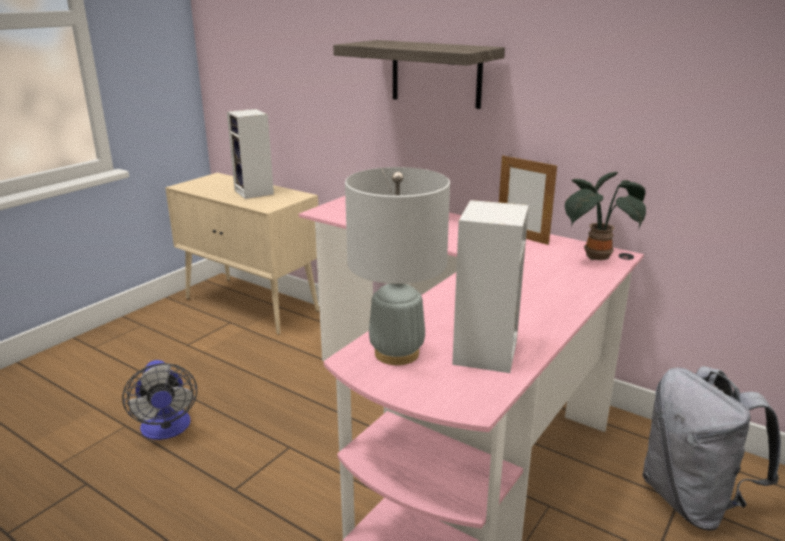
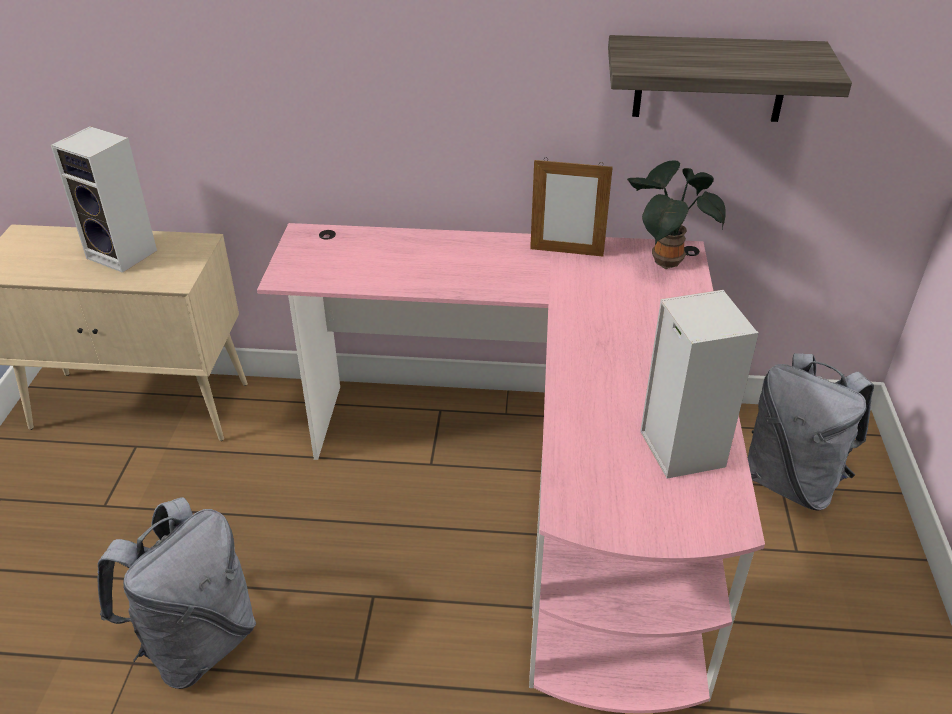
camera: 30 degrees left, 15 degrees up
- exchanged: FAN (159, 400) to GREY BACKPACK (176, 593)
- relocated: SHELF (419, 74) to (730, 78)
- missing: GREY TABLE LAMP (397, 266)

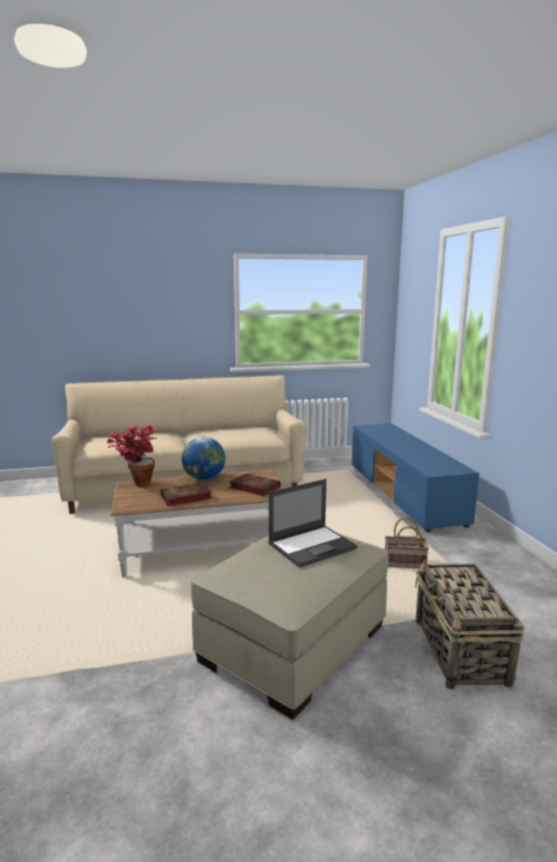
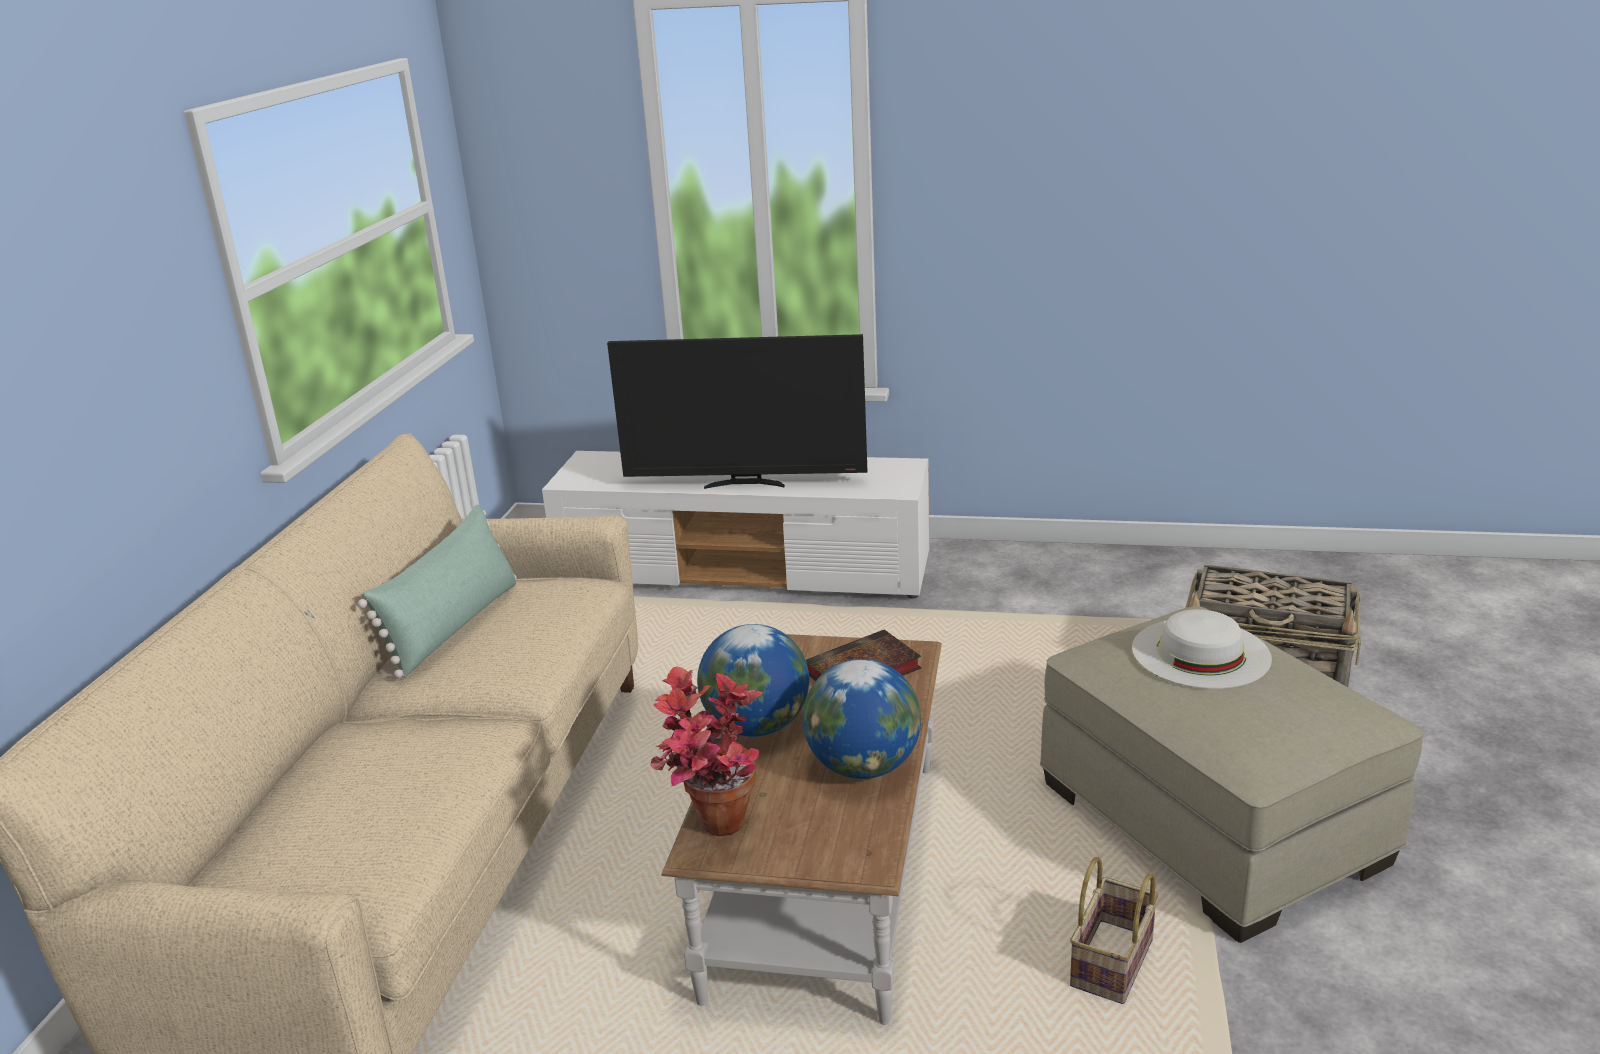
camera: 65 degrees left, 10 degrees up
- appeared: GREEN PILLOW (437, 591)
- colour: BLUE TV STAND (415, 477) to WHITE TV STAND (735, 525)
- appeared: TELEVISION (737, 411)
- exchanged: BOOK (186, 494) to GLOBE (862, 719)
- relocated: BASKET (407, 542) to (1114, 930)
- exchanged: LAPTOP (312, 523) to WHITE HAT (1202, 649)

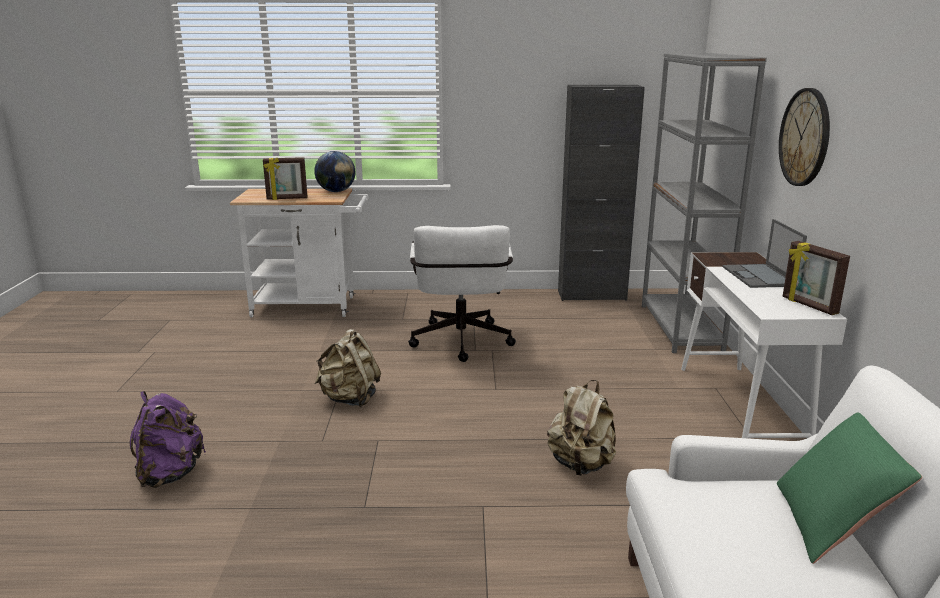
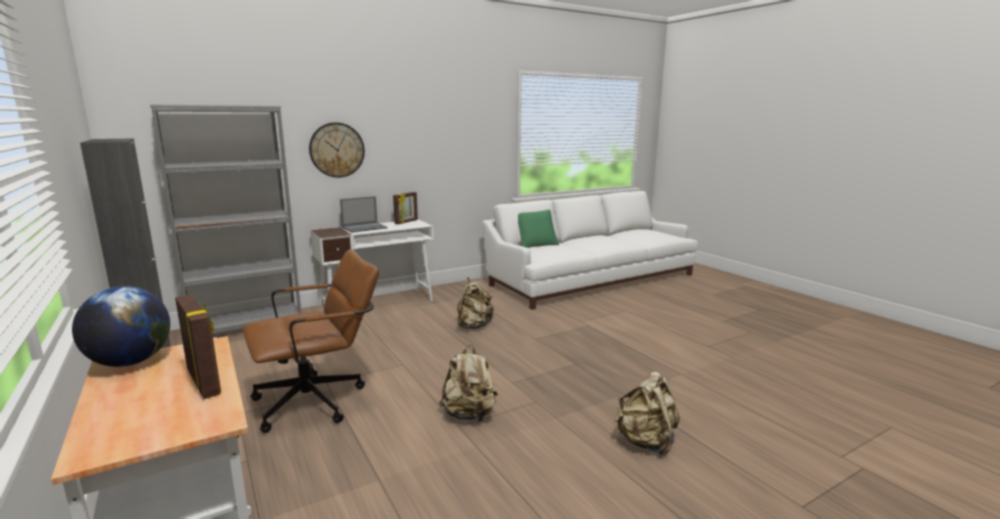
camera: 120 degrees left, 5 degrees down
- colour: WHITE OFFICE CHAIR (462, 293) to BROWN OFFICE CHAIR (310, 341)
- colour: PURPLE BACKPACK (167, 439) to BEIGE BACKPACK (647, 414)

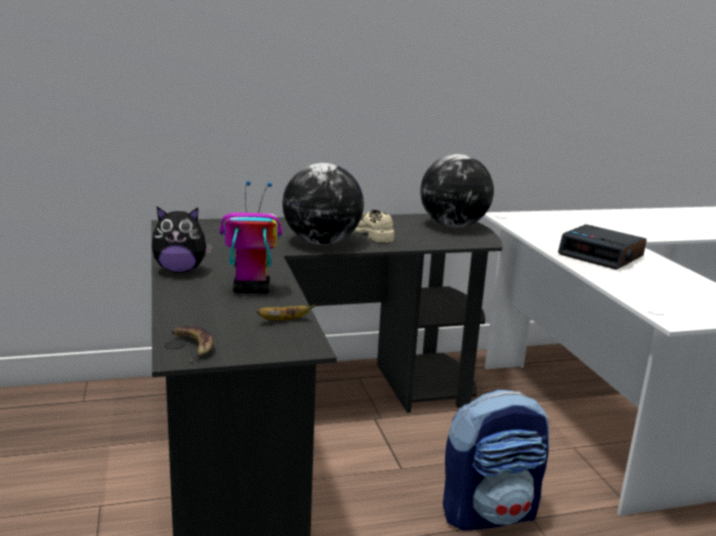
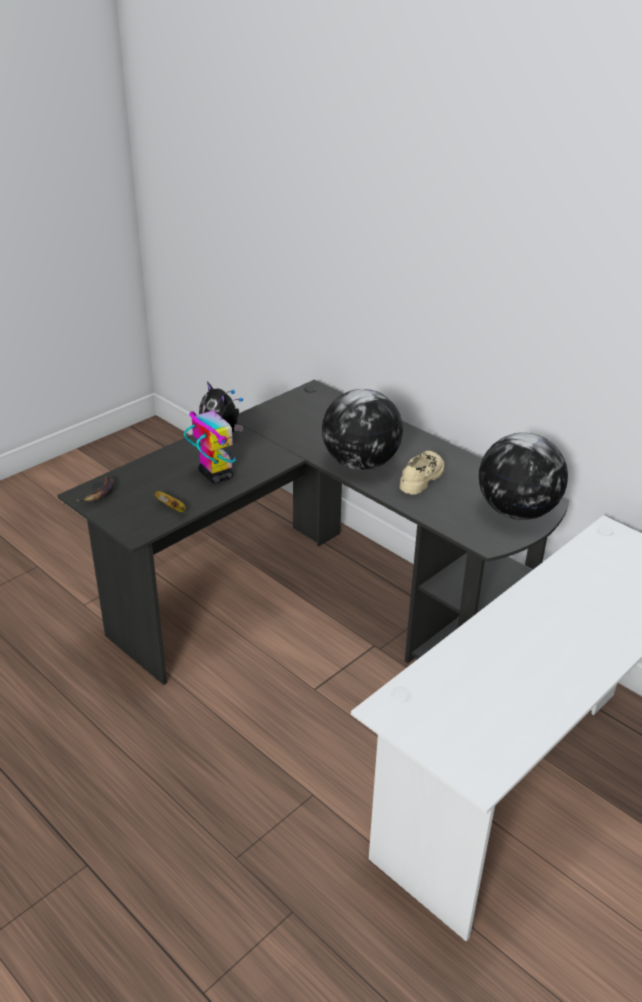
camera: 60 degrees right, 15 degrees up
- missing: BACKPACK (496, 460)
- missing: ALARM CLOCK (602, 247)

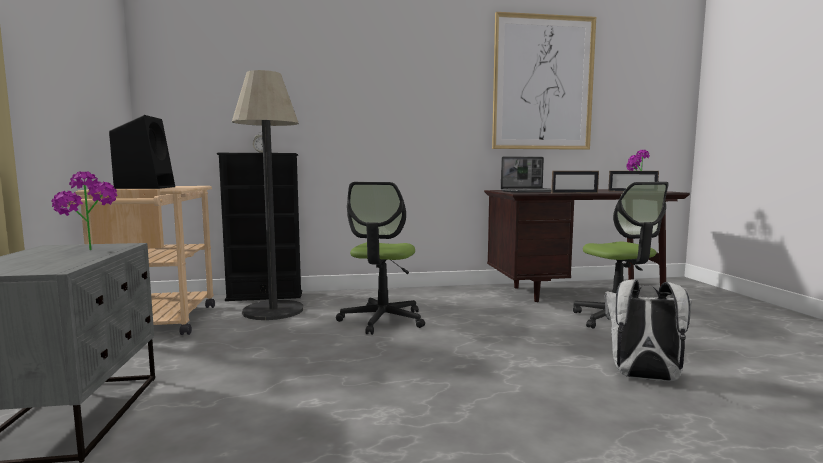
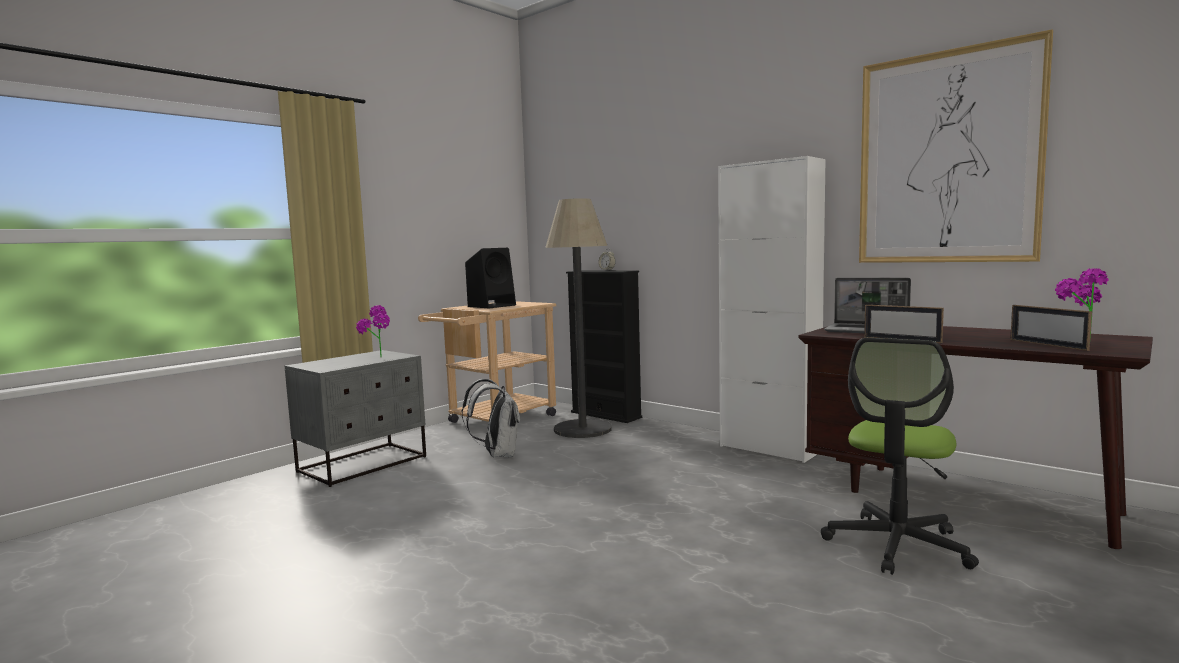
camera: 50 degrees right, 0 degrees up
- relocated: WHITE BACKPACK (648, 330) to (491, 418)
- appeared: WHITE CABINET (771, 309)
- missing: OFFICE CHAIR (380, 258)

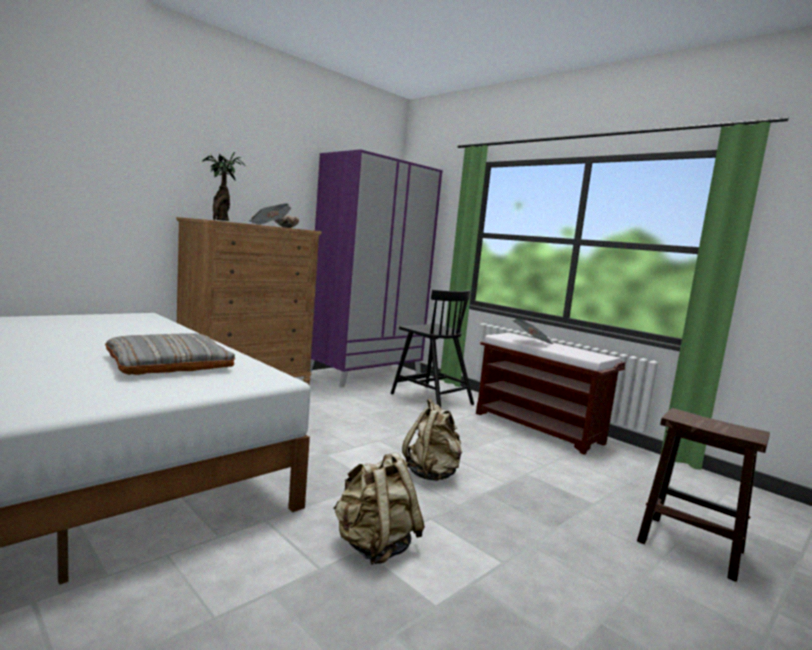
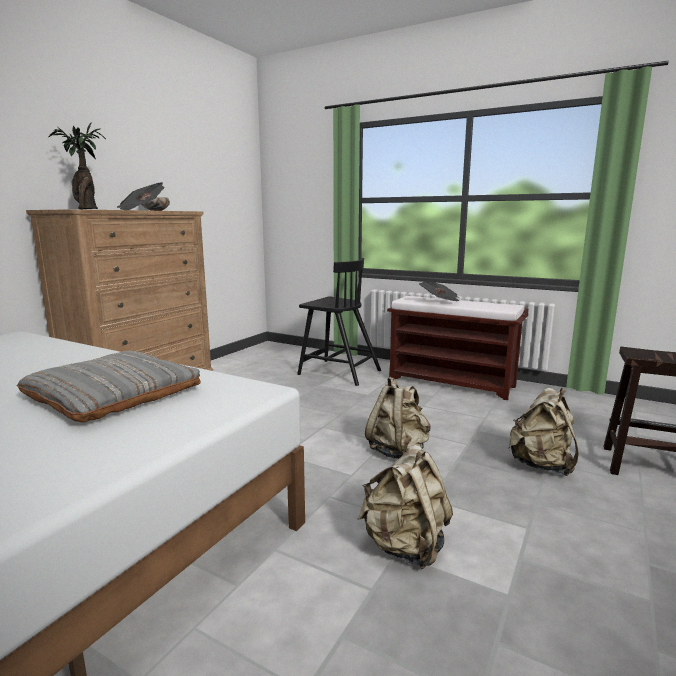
camera: 15 degrees left, 5 degrees up
- appeared: BEIGE BACKPACK (543, 432)
- missing: PURPLE WARDROBE (376, 268)

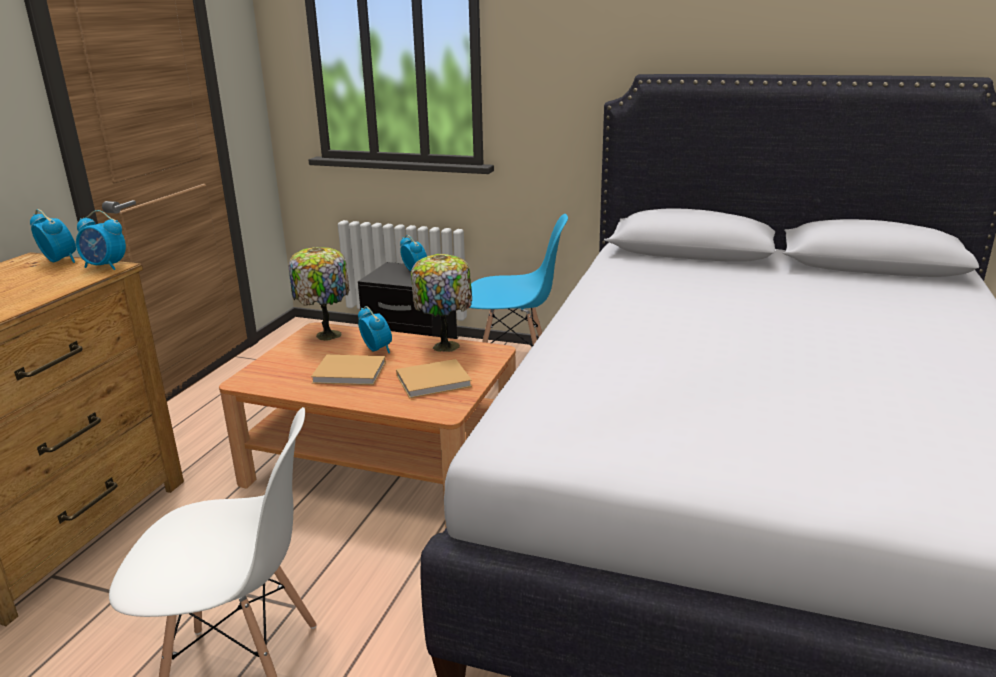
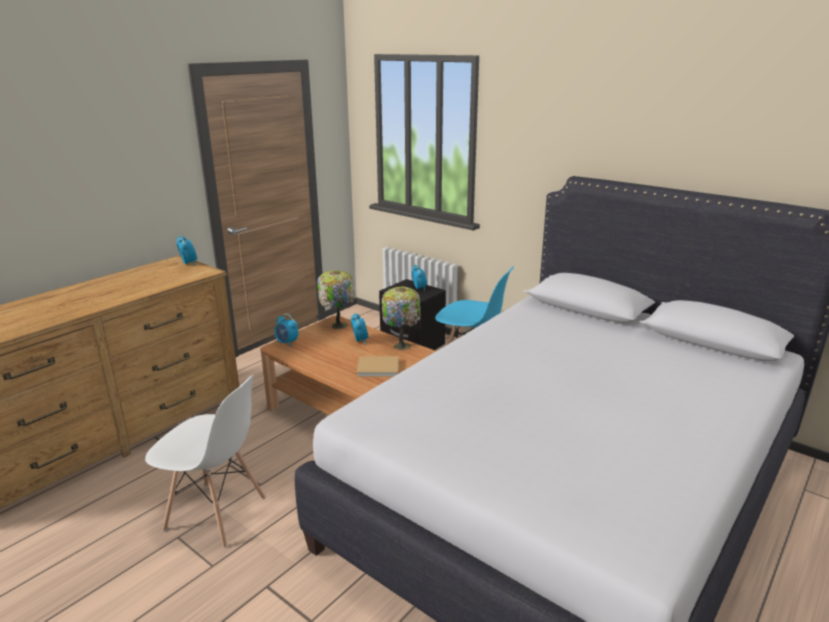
camera: 20 degrees right, 0 degrees up
- relocated: ALARM CLOCK (101, 240) to (286, 330)
- missing: BEIGE BOOK (348, 370)

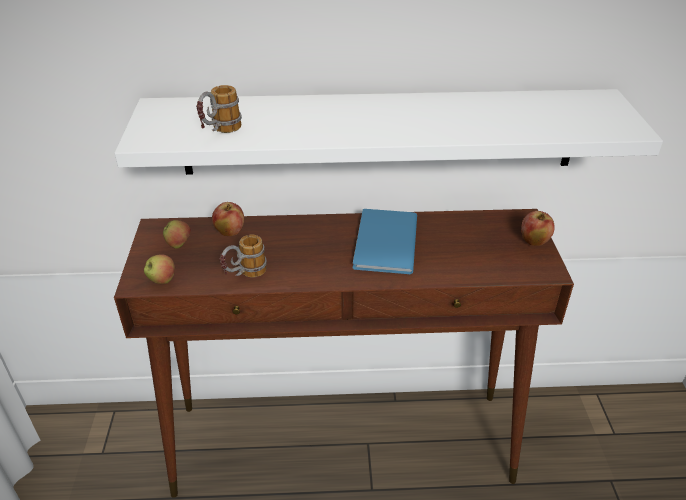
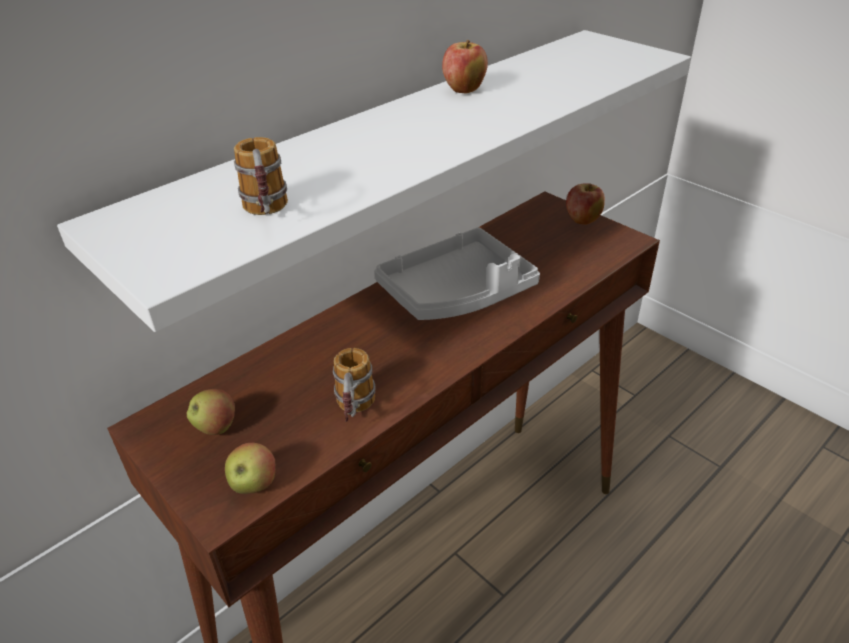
camera: 40 degrees left, 0 degrees up
- exchanged: BLUE BOOK (385, 241) to GREY TRAY (457, 273)
- relocated: APPLE (228, 219) to (465, 66)

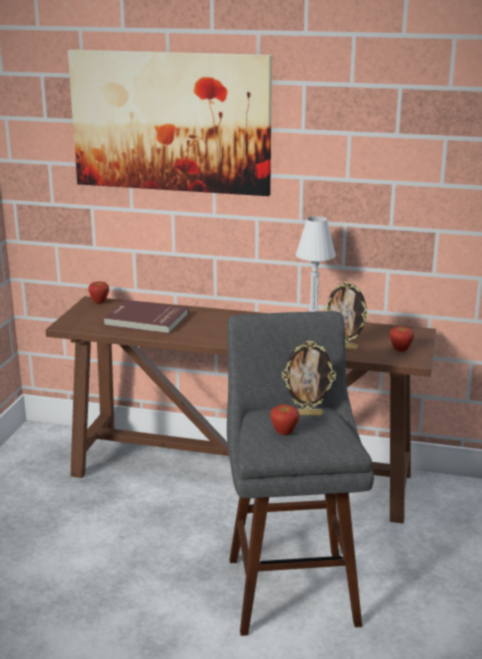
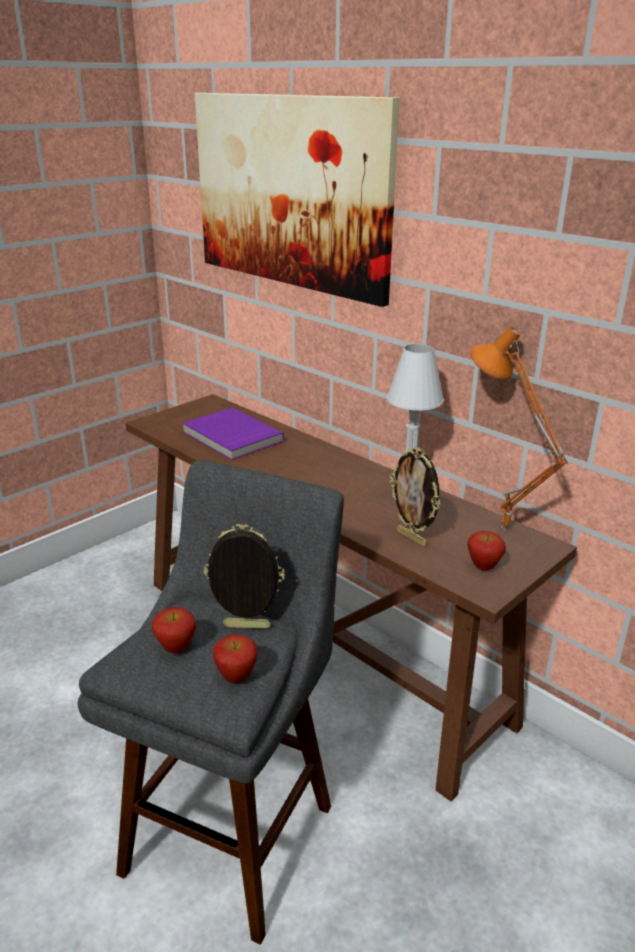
camera: 30 degrees right, 5 degrees up
- colour: RED BOOK (146, 317) to PURPLE BOOK (233, 434)
- spun: PICTURE FRAME (309, 378) = (244, 576) 150 degrees clockwise
- relocated: APPLE (98, 293) to (235, 658)
- appeared: ORANGE TABLE LAMP (519, 428)

